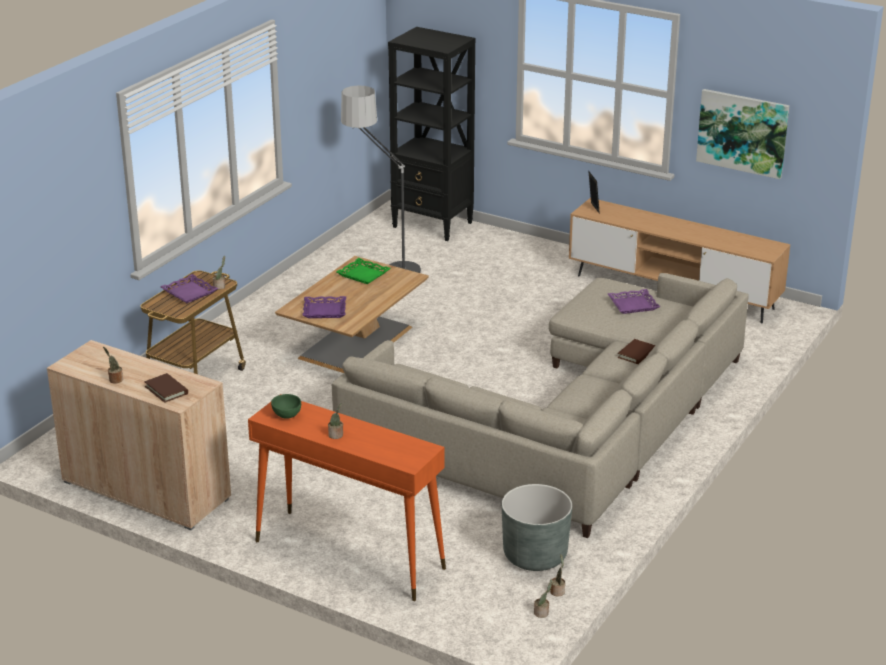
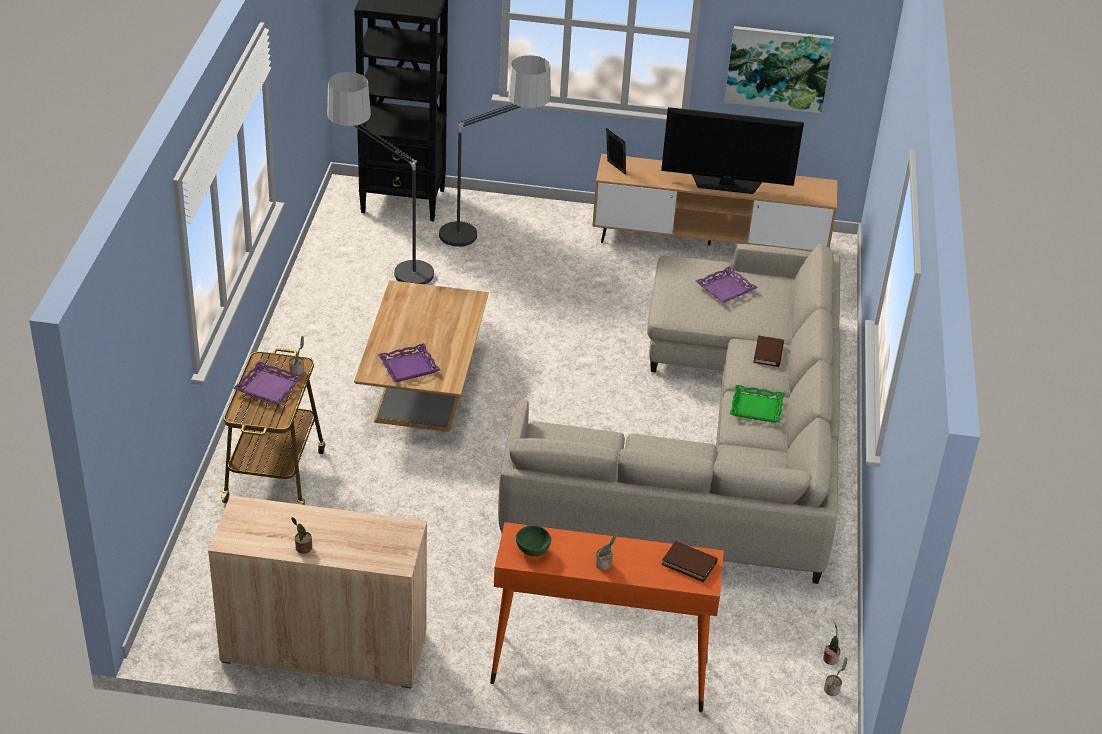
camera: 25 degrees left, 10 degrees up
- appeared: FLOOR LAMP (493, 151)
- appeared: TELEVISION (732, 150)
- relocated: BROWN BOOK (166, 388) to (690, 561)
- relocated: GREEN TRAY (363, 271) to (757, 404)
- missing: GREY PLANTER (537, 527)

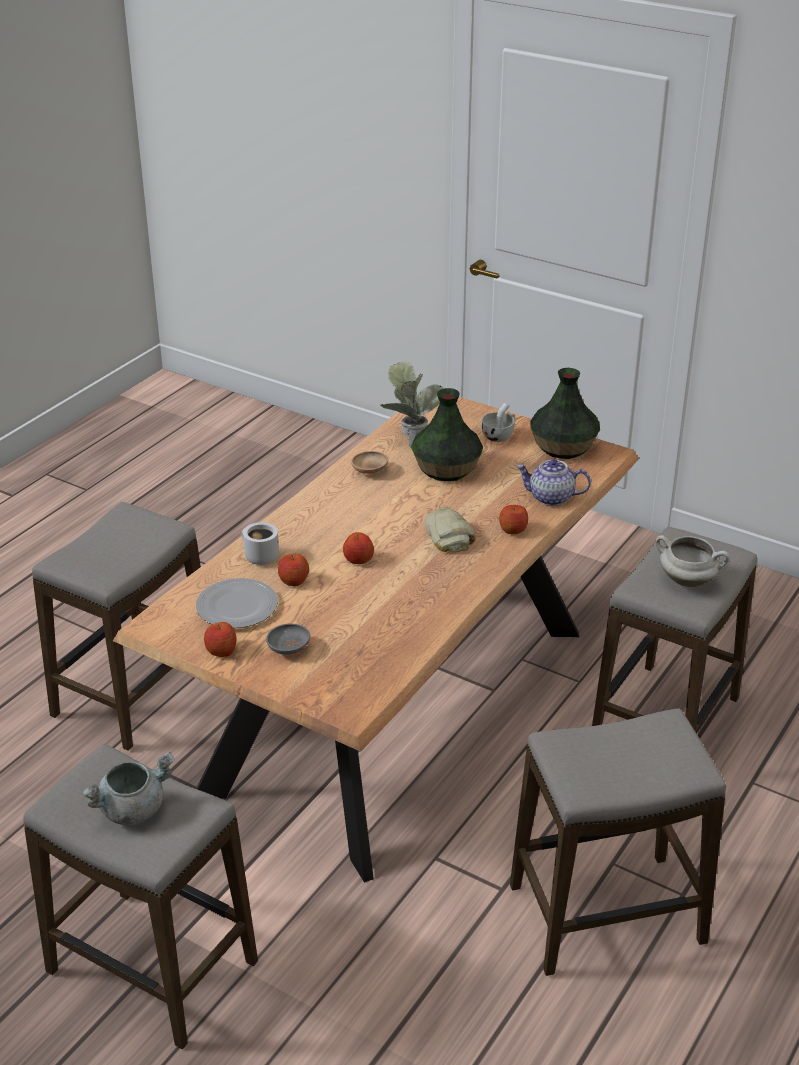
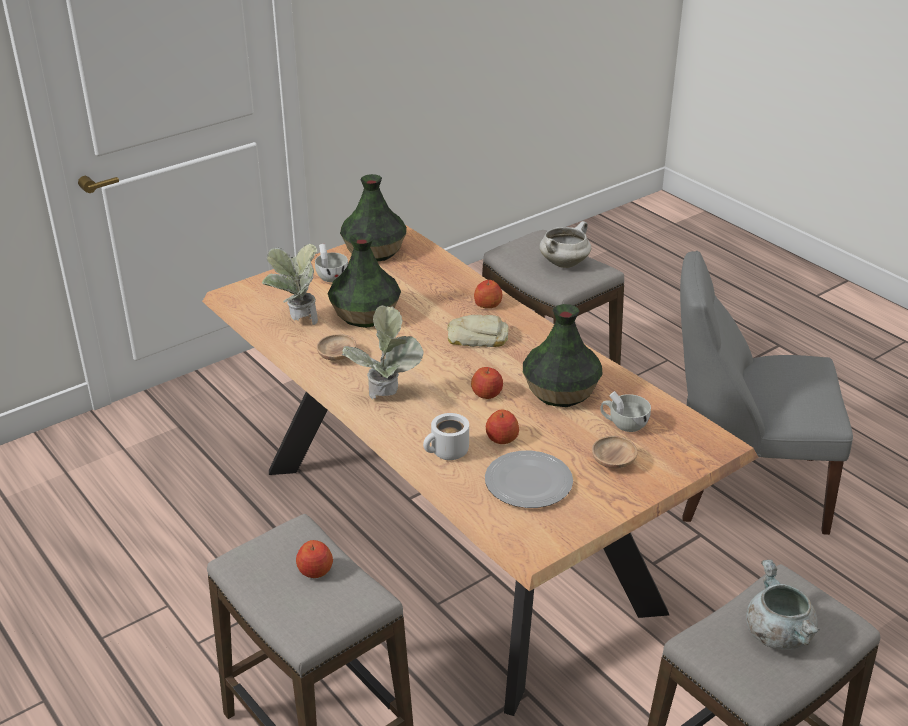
camera: 70 degrees left, 0 degrees up
- relocated: APPLE (220, 639) to (314, 559)
- appeared: POTTED PLANT (382, 352)
- appeared: VASE (563, 355)
- colour: GREY BOWL (288, 639) to BROWN BOWL (614, 452)
- appeared: WHITE CUP (625, 411)
- exchanged: STOOL (618, 842) to GREY CHAIR (766, 393)
- missing: TEAPOT (553, 482)

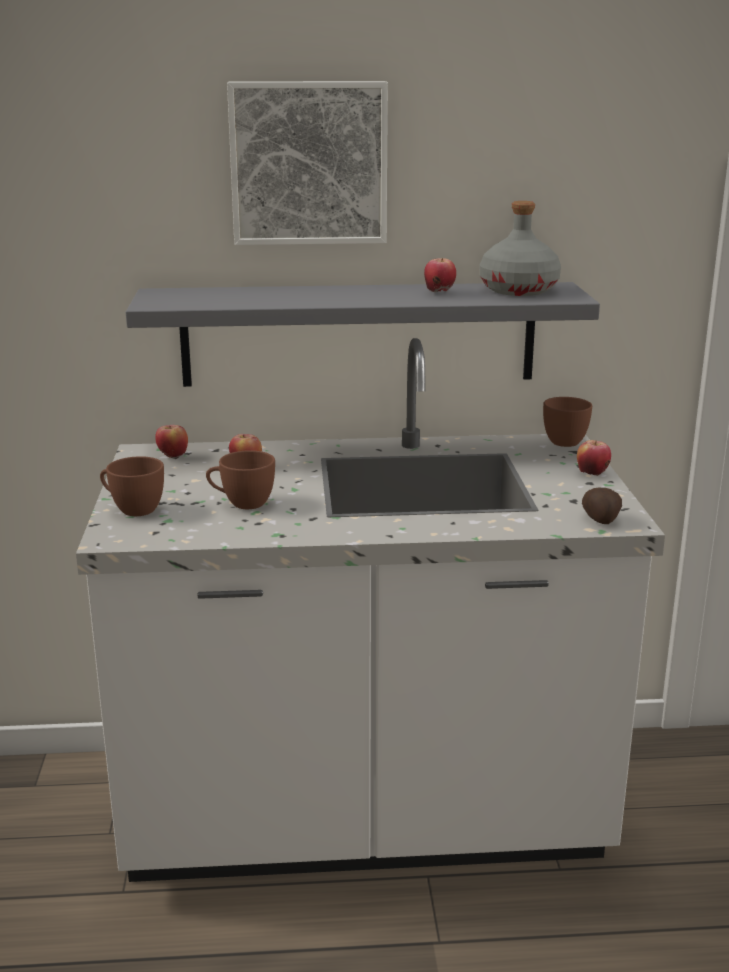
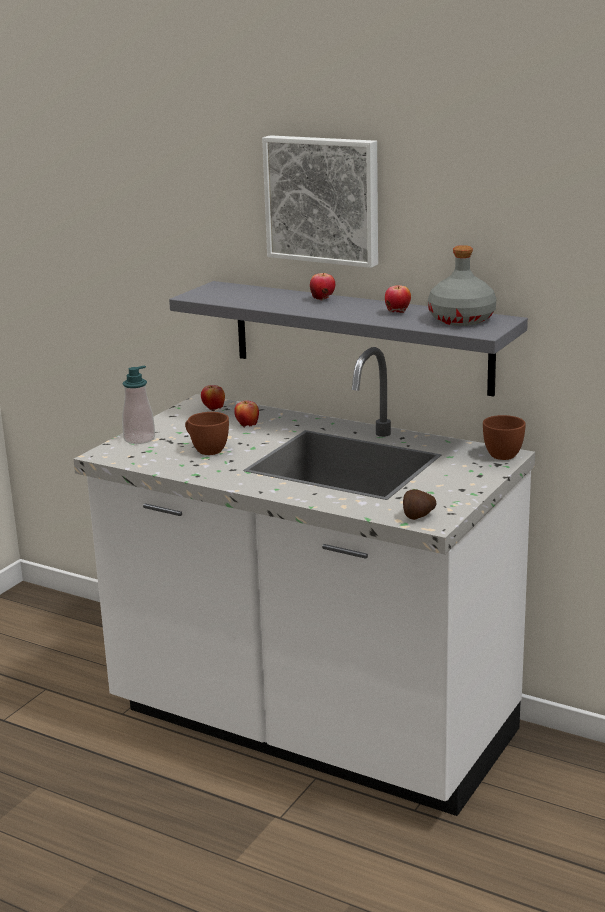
camera: 35 degrees right, 0 degrees up
- exchanged: BROWN CUP (132, 486) to SOAP DISPENSER (138, 405)
- relocated: APPLE (594, 458) to (322, 286)

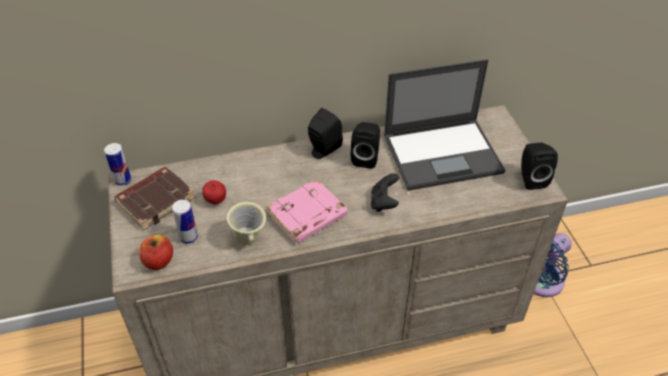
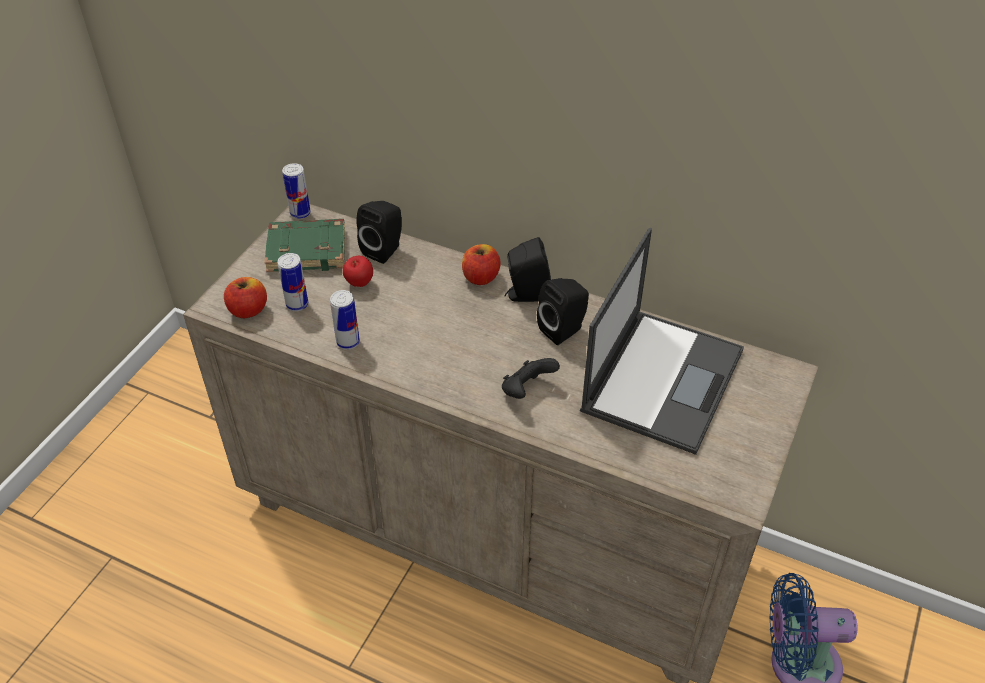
camera: 40 degrees right, 0 degrees up
- colour: BROWN BOOK (155, 198) to GREEN BOOK (304, 245)
- exchanged: BEIGE MUG (246, 223) to CAN (345, 320)
- relocated: BLACK SPEAKER (539, 166) to (379, 232)
- appeared: APPLE (481, 264)
- spun: LAPTOP (445, 125) = (662, 341) 90 degrees counterclockwise
- missing: PINK BOOK (307, 211)

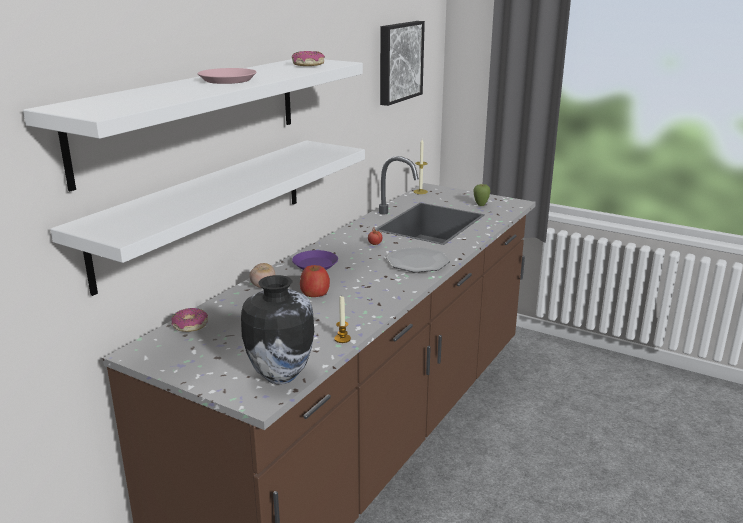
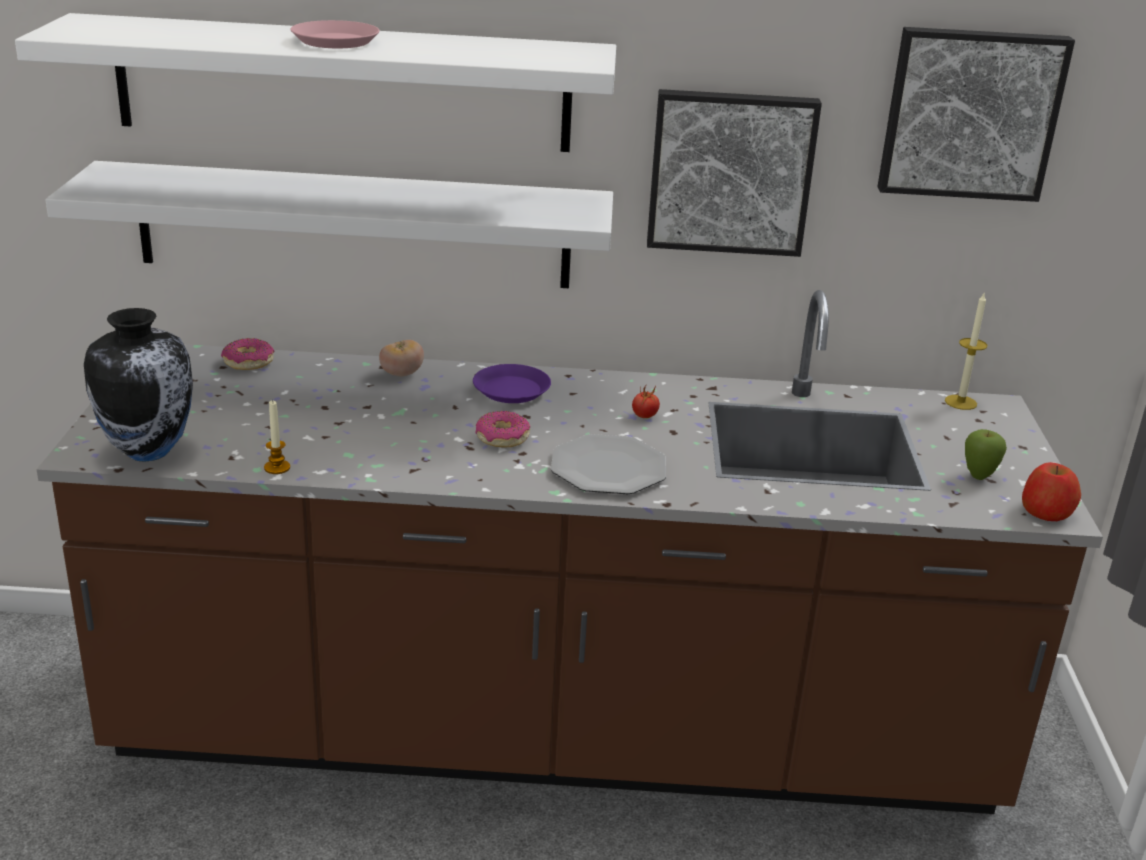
camera: 60 degrees right, 5 degrees up
- relocated: DONUT (308, 58) to (503, 429)
- appeared: PICTURE (734, 173)
- relocated: APPLE (315, 281) to (1051, 491)

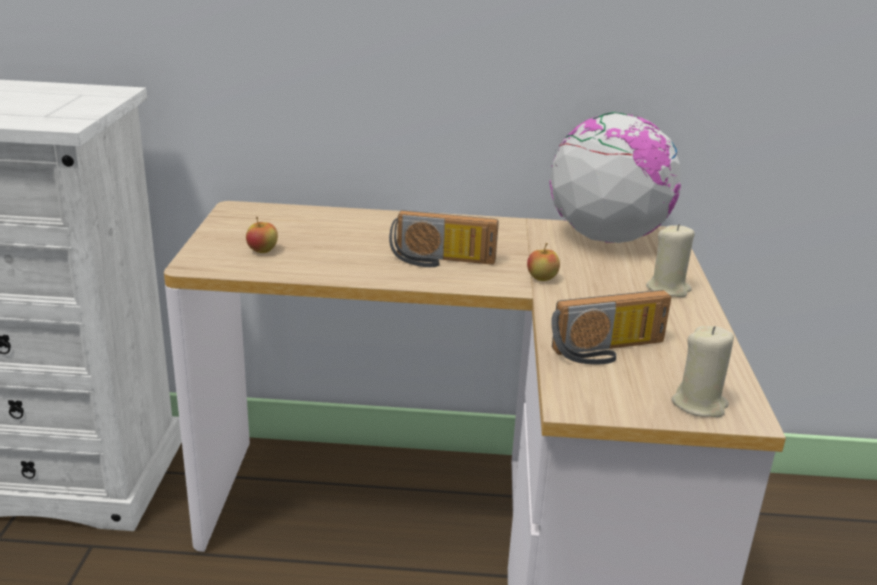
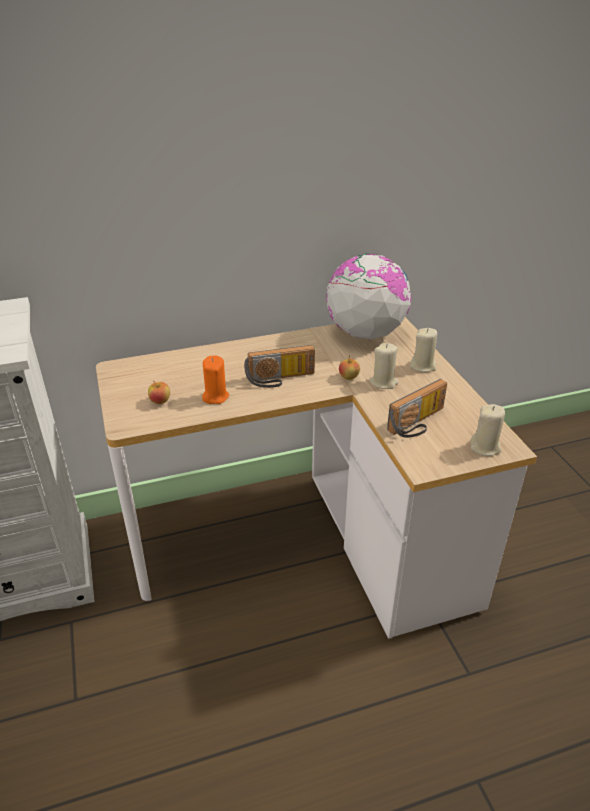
camera: 20 degrees left, 10 degrees up
- appeared: ORANGE CANDLE (215, 379)
- appeared: BEIGE CANDLE (384, 366)

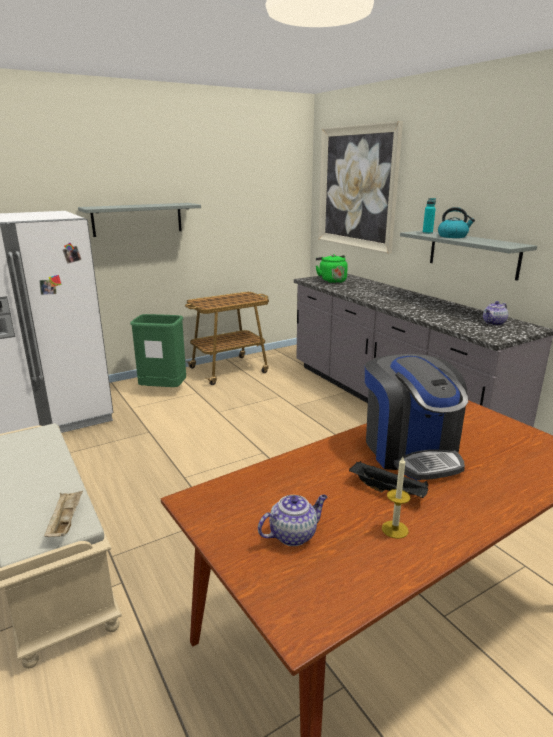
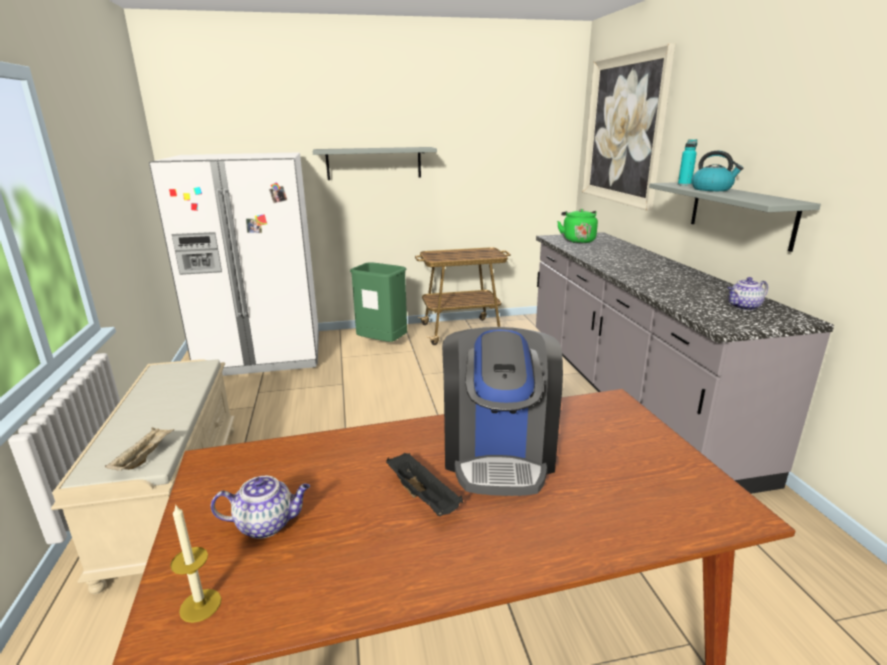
camera: 20 degrees right, 0 degrees up
- relocated: CANDLE (396, 498) to (196, 563)

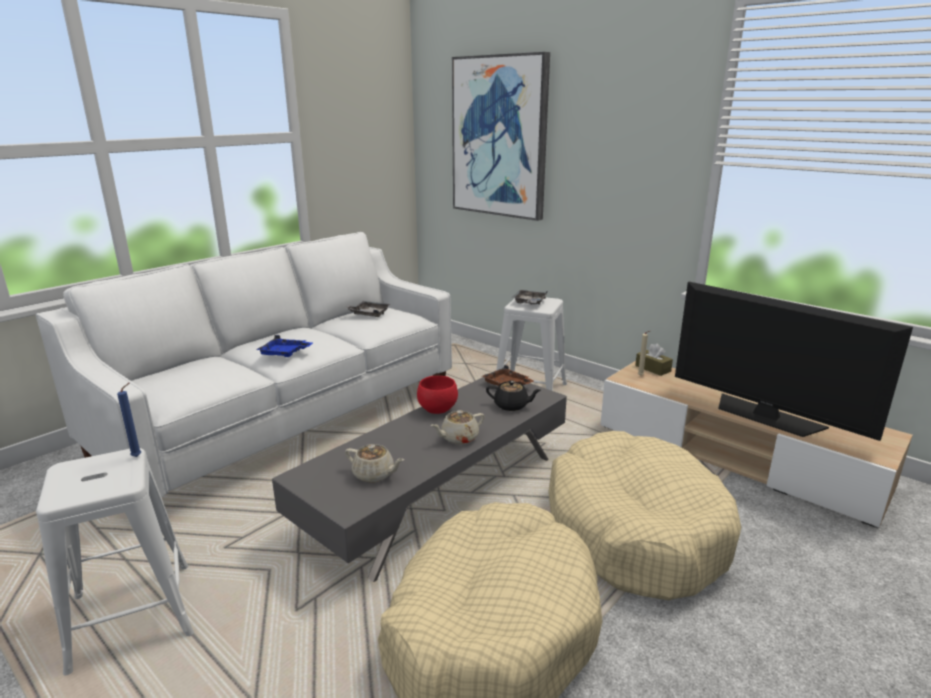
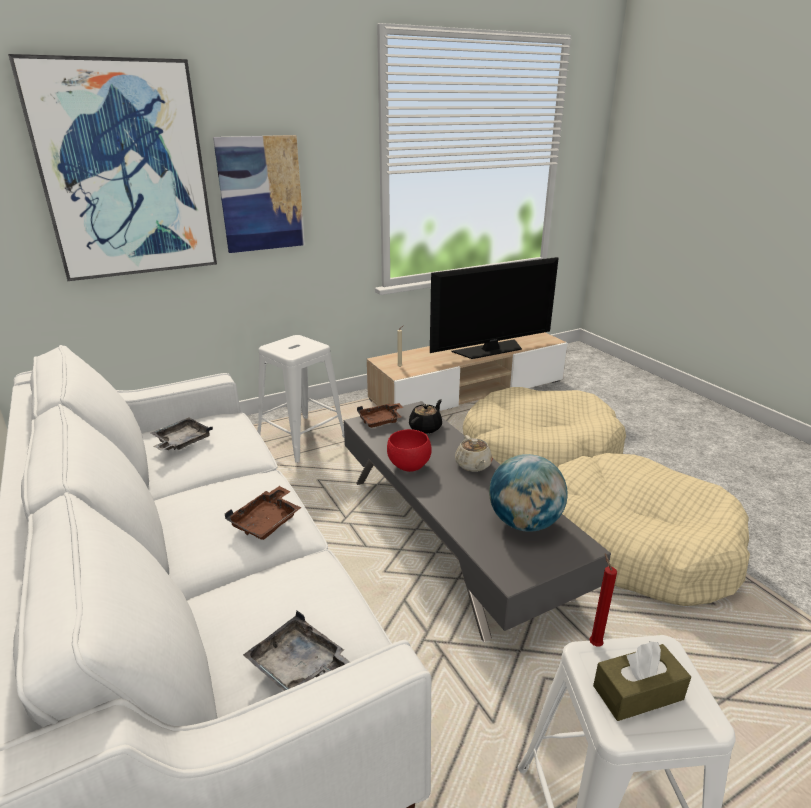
camera: 70 degrees left, 5 degrees up
- appeared: PICTURE (259, 194)
- colour: BLUE TRAY (284, 346) to BROWN TRAY (263, 513)
- relocated: GREY TRAY (530, 297) to (296, 651)
- exchanged: BEIGE TEAPOT (374, 463) to GLOBE (528, 493)
- colour: BLUE CANDLE (129, 420) to RED CANDLE (603, 600)
- relocated: BROWN TISSUE BOX (654, 359) to (642, 681)

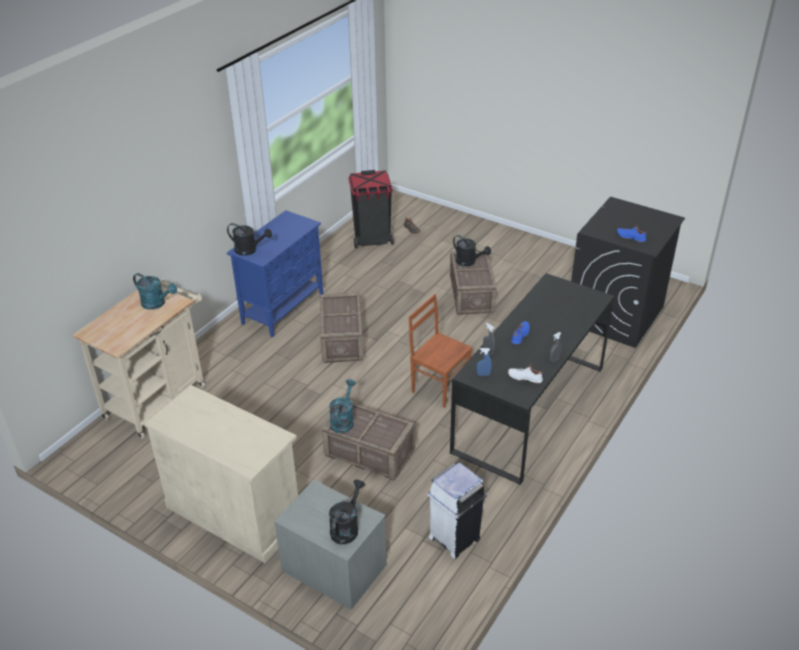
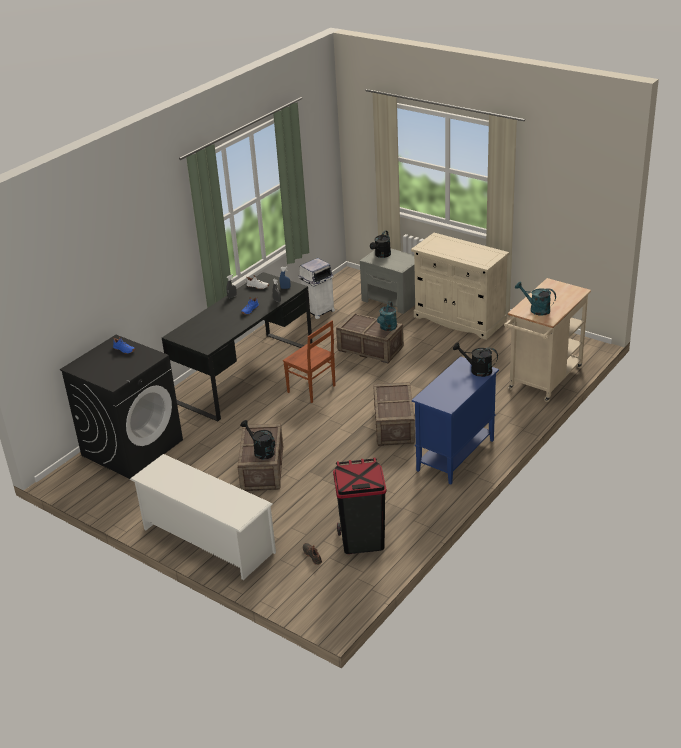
camera: 175 degrees left, 5 degrees down
- appeared: WHITE SHOE RACK (203, 517)

